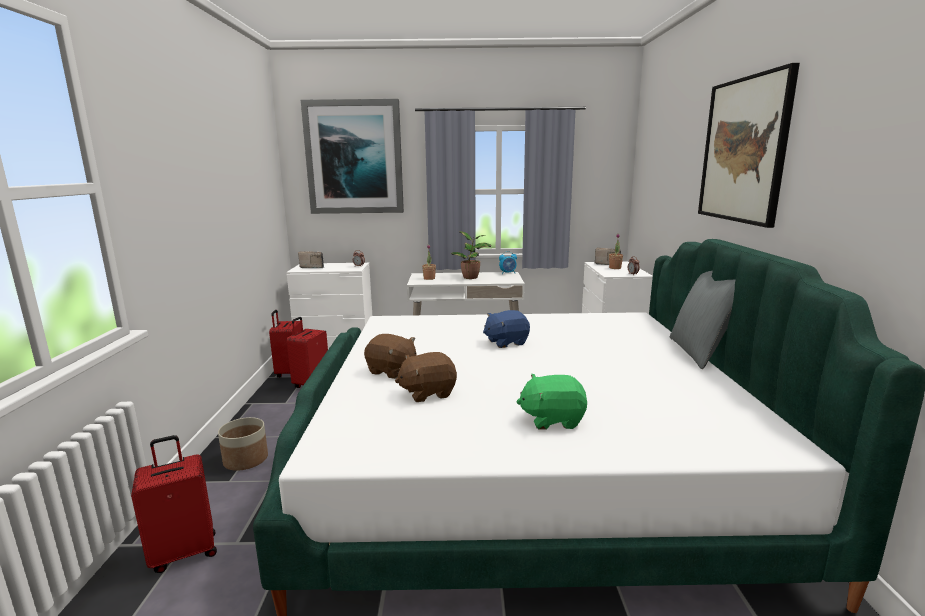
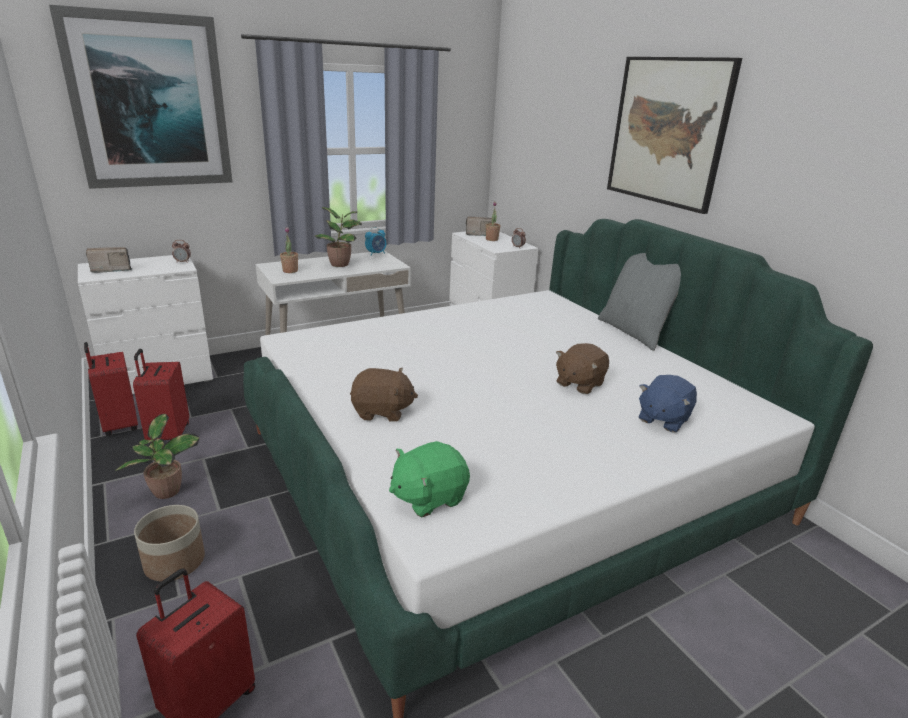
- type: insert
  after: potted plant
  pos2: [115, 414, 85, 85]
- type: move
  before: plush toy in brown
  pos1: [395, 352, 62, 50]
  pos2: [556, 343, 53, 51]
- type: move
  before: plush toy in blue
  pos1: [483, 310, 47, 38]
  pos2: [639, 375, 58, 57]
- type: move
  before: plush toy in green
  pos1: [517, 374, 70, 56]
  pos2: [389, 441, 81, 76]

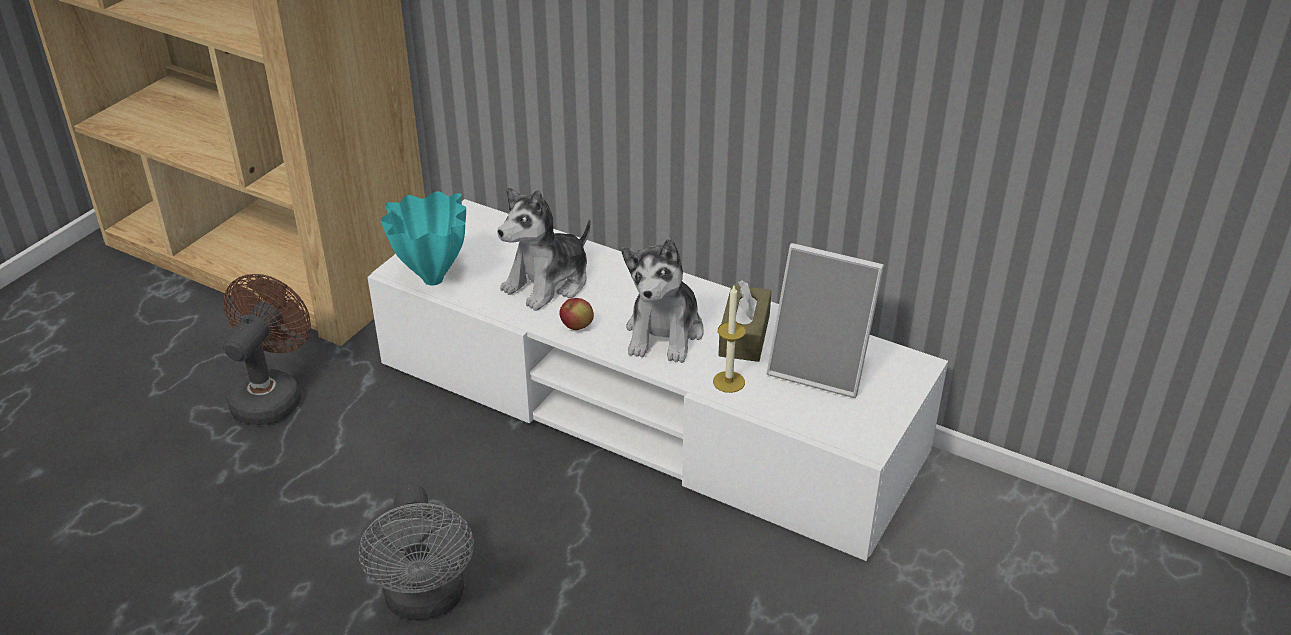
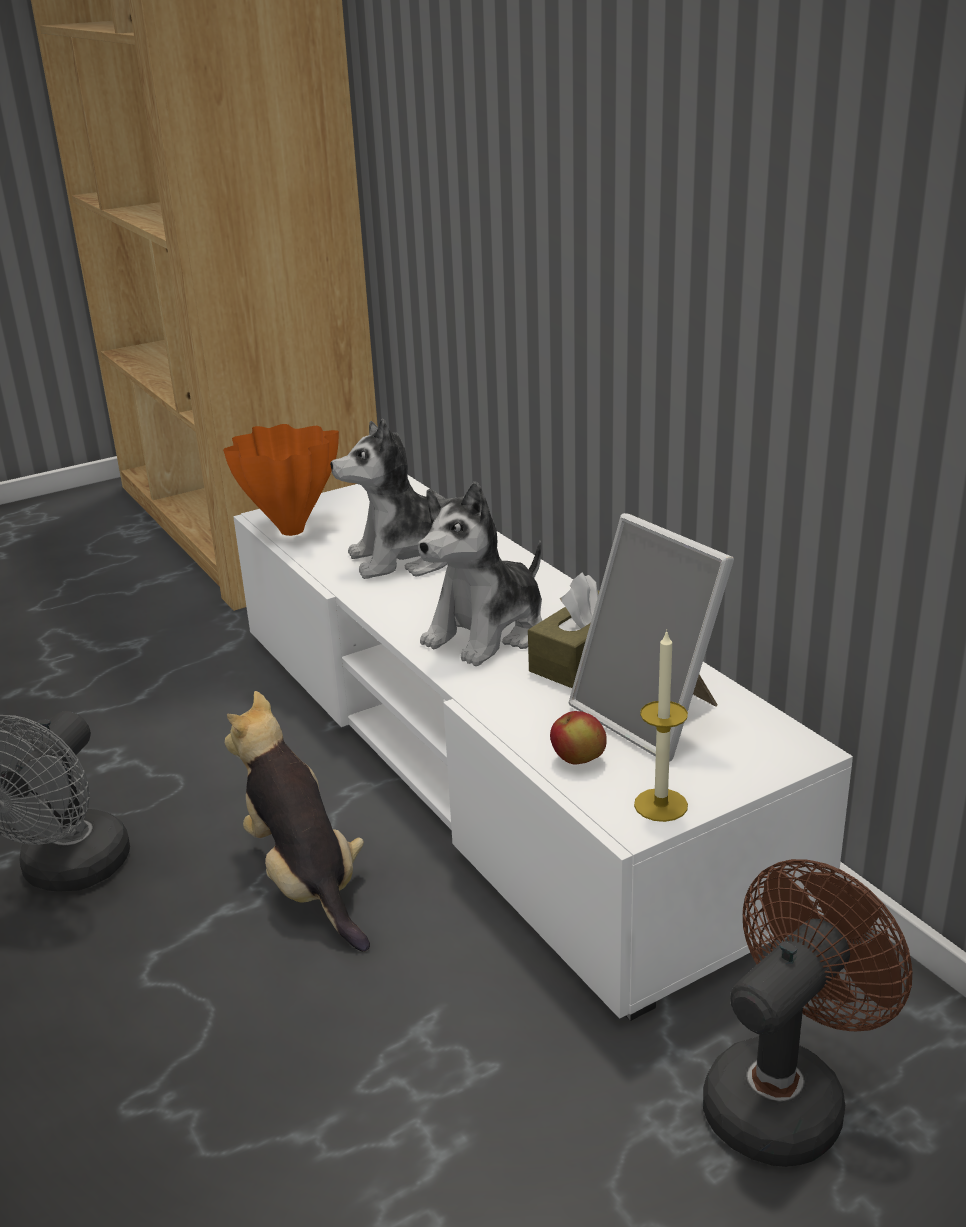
- type: insert
  after: plush toy
  pos2: [225, 691, 145, 261]
- type: move
  before: fan in brown
  pos1: [223, 274, 88, 151]
  pos2: [703, 859, 209, 308]
- type: move
  before: apple
  pos1: [559, 298, 35, 32]
  pos2: [550, 711, 57, 54]
- type: move
  before: candle
  pos1: [713, 286, 33, 107]
  pos2: [634, 629, 54, 193]
- type: recolor
  before: vase in turquoise
  after: vase in orange
  pos1: [381, 191, 85, 95]
  pos2: [223, 424, 116, 112]

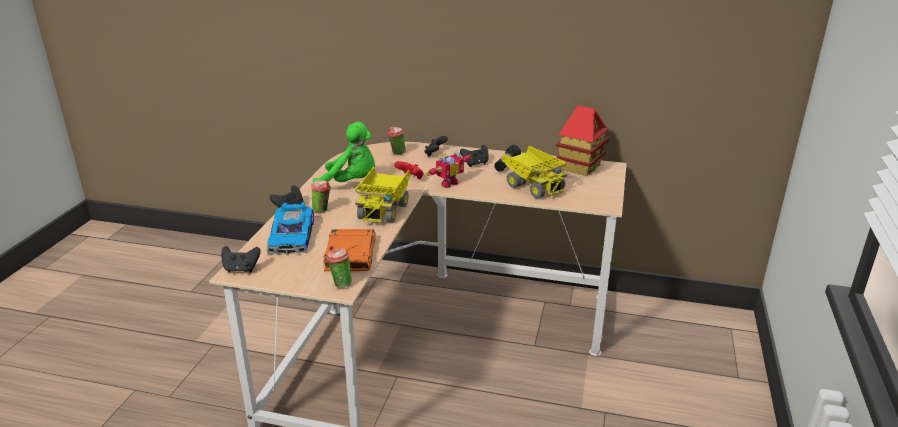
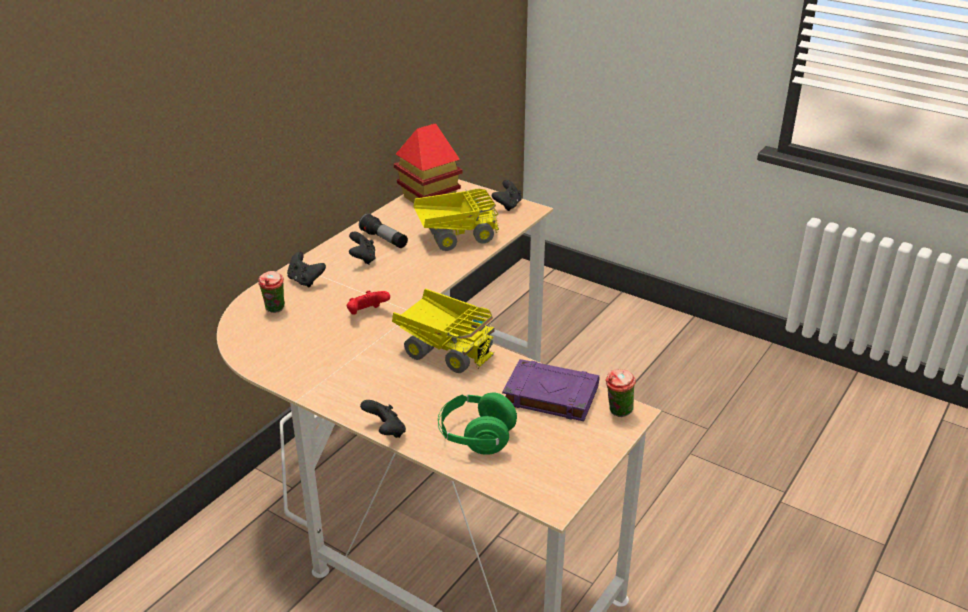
- type: delete
  before: cup
  pos1: [311, 180, 20, 32]
- type: delete
  before: plush toy in green
  pos1: [313, 122, 62, 60]
- type: delete
  before: toy robot
  pos1: [426, 150, 46, 38]
- type: move
  before: game controller in black
  pos1: [221, 246, 40, 27]
  pos2: [492, 180, 30, 31]
- type: replace
  before: toy car
  after: headphones in green
  pos1: [267, 202, 47, 53]
  pos2: [438, 393, 79, 62]
- type: recolor
  before: book in orange
  after: book in purple
  pos1: [323, 229, 53, 42]
  pos2: [502, 359, 97, 62]

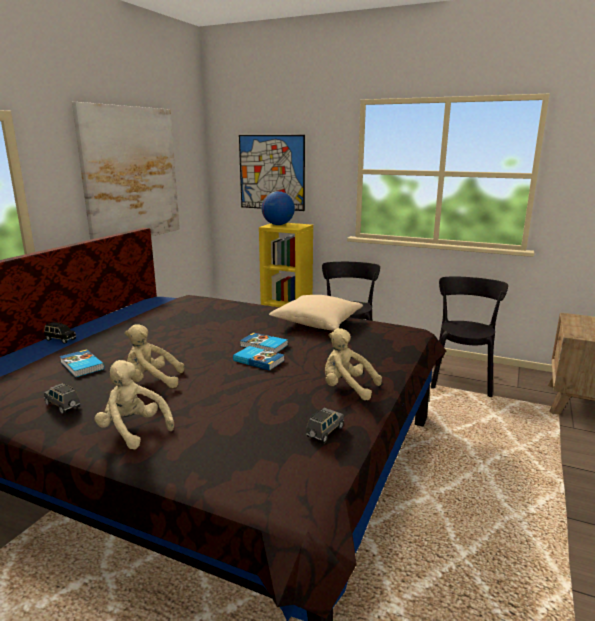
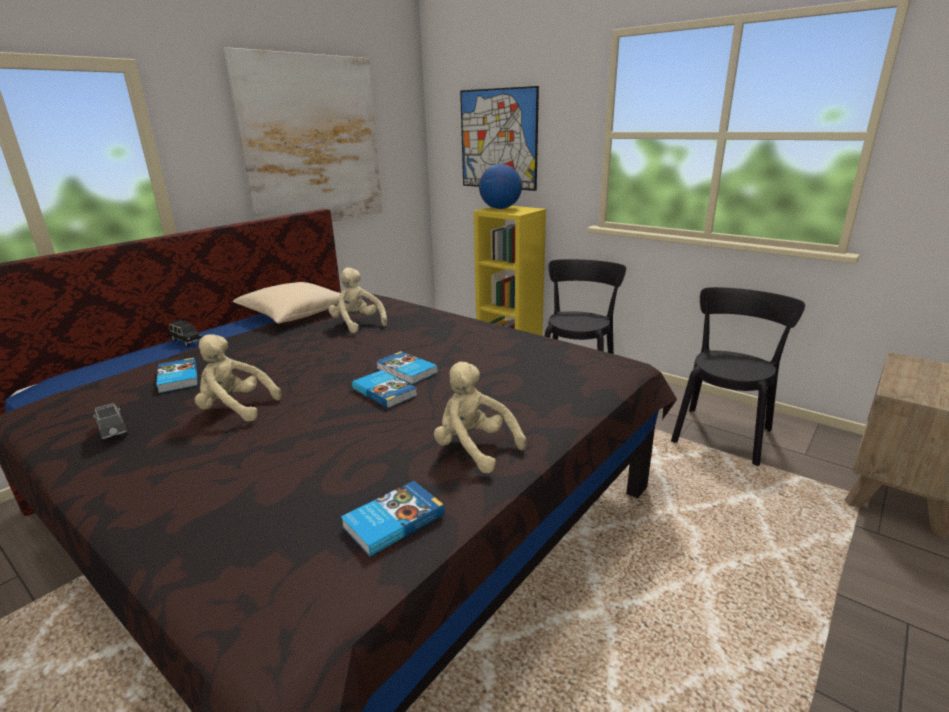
- type: move
  before: plush toy in beige
  pos1: [95, 360, 79, 89]
  pos2: [328, 267, 59, 66]
- type: move
  before: pillow in beige
  pos1: [269, 295, 94, 36]
  pos2: [233, 282, 108, 42]
- type: replace
  before: toy car in grey
  after: book
  pos1: [306, 408, 38, 35]
  pos2: [341, 481, 104, 75]

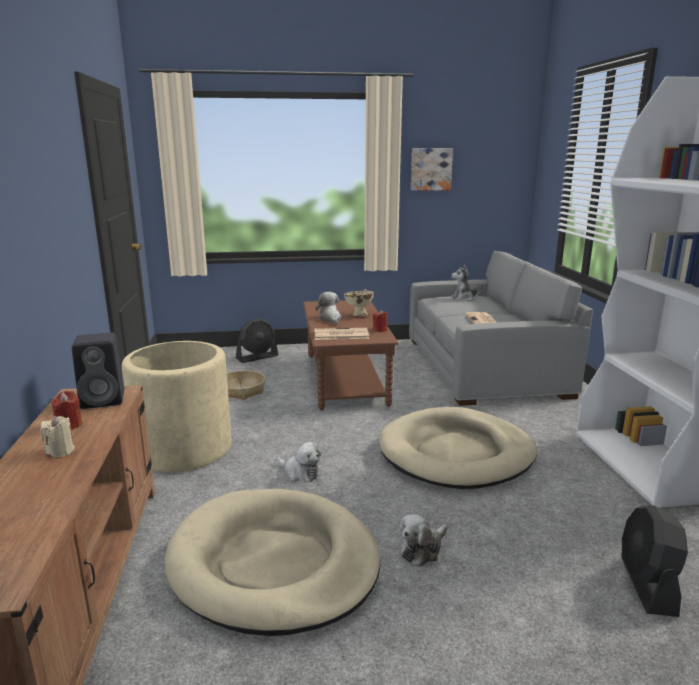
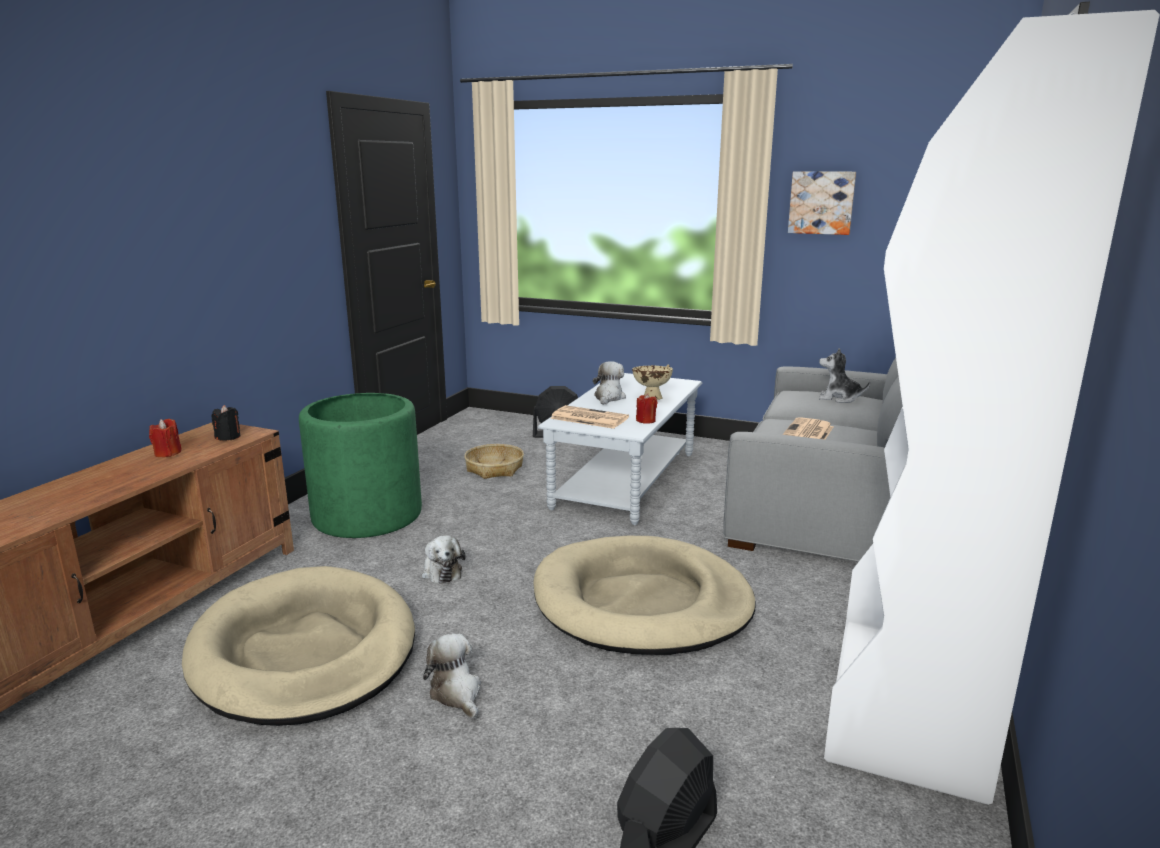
- type: delete
  before: candle in beige
  pos1: [41, 415, 34, 43]
- type: replace
  before: speaker in black
  after: candle in black
  pos1: [72, 332, 52, 77]
  pos2: [211, 405, 30, 36]
- type: recolor
  before: planter in beige
  after: planter in green
  pos1: [122, 341, 109, 131]
  pos2: [299, 393, 123, 145]
- type: recolor
  before: coffee table in brown
  after: coffee table in grey
  pos1: [303, 300, 95, 111]
  pos2: [538, 373, 164, 152]
- type: rotate
  before: plush toy
  pos1: [400, 514, 47, 53]
  pos2: [423, 634, 58, 84]
  turn: 75

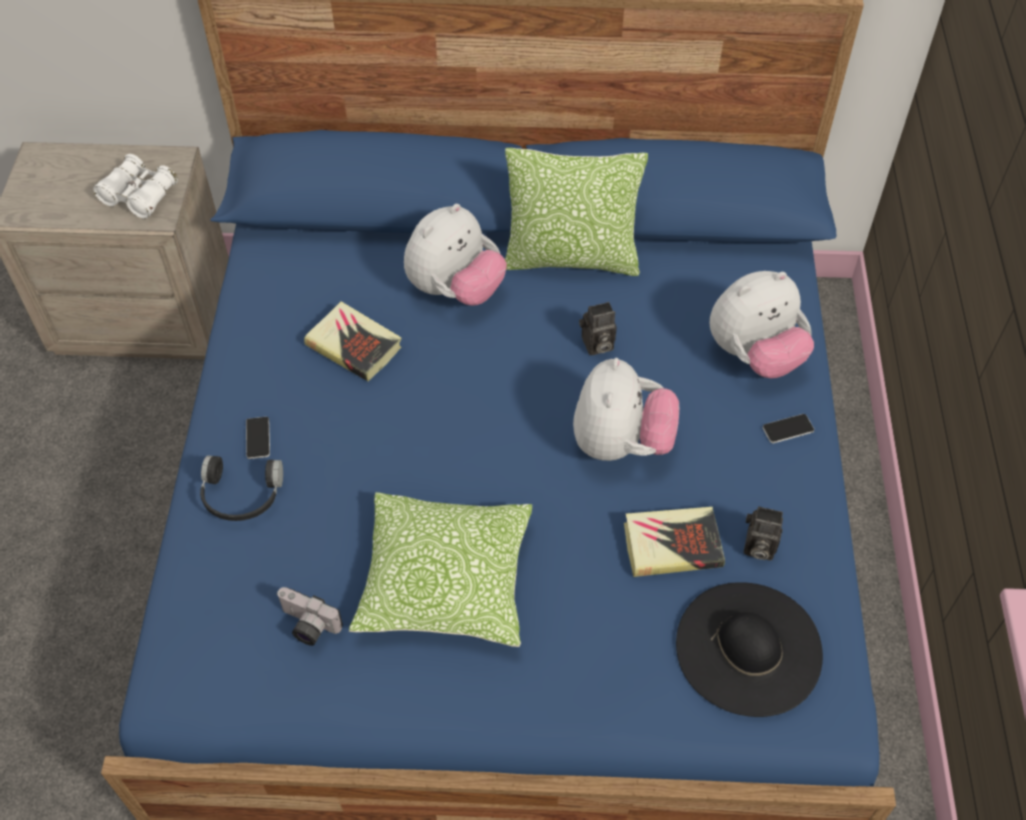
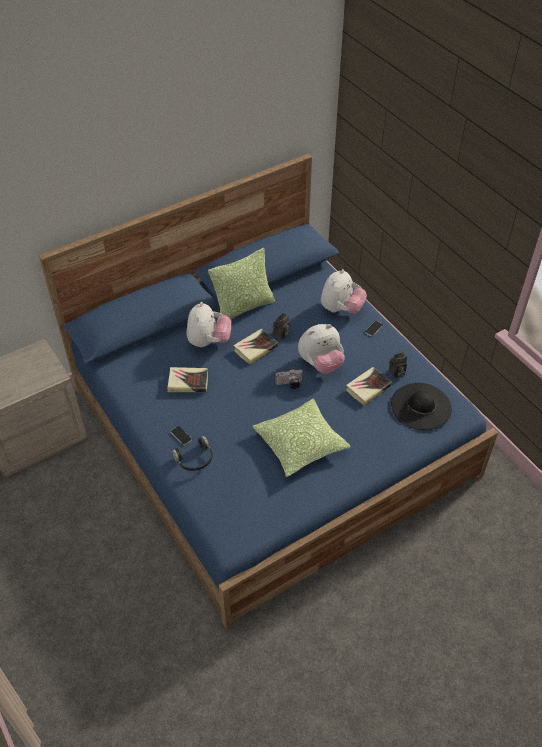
- type: delete
  before: binoculars in white
  pos1: [93, 154, 85, 65]
- type: insert
  after: book
  pos2: [234, 329, 44, 36]
- type: move
  before: photo camera
  pos1: [276, 587, 67, 59]
  pos2: [275, 369, 28, 20]
- type: rotate
  before: plush toy
  pos1: [573, 358, 106, 103]
  pos2: [298, 324, 47, 50]
  turn: 90

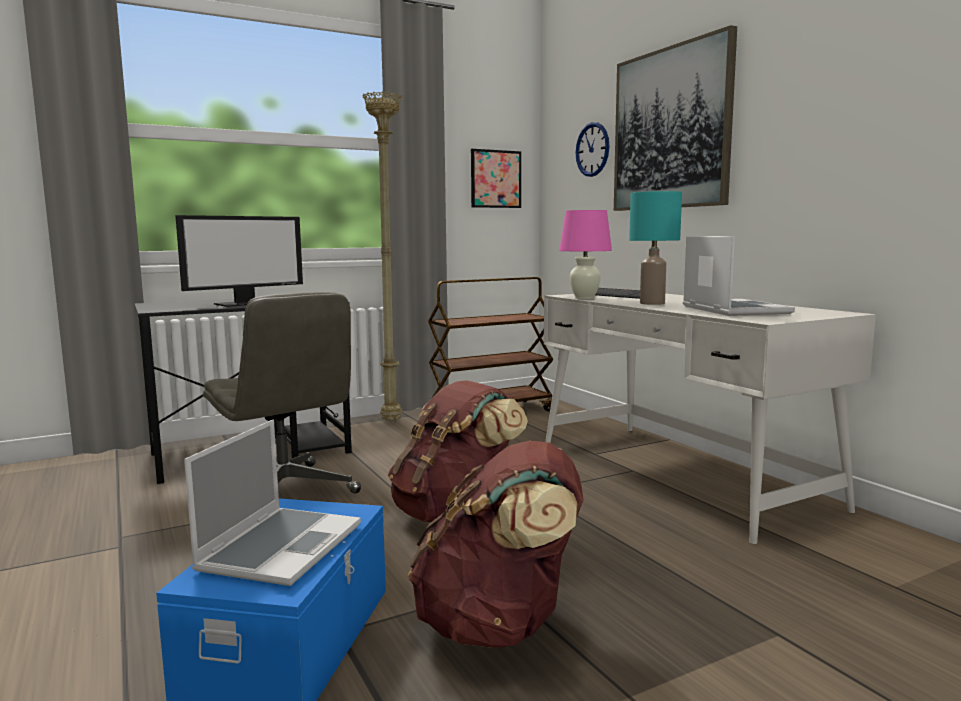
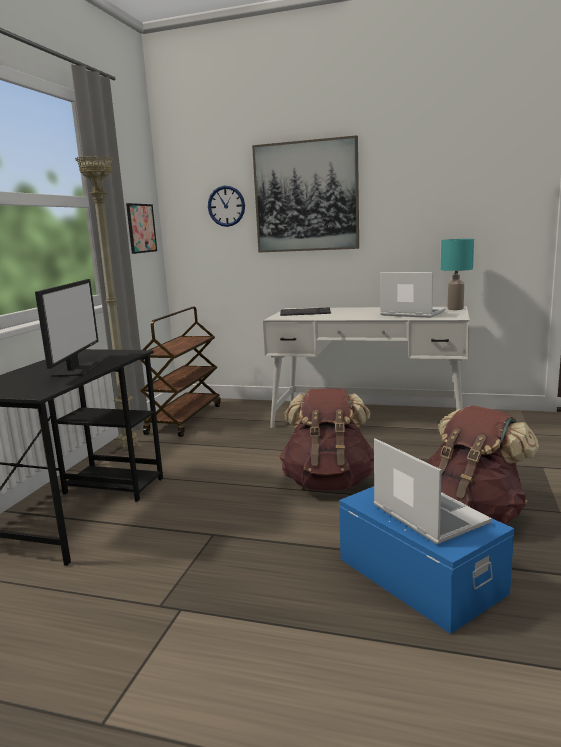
- type: delete
  before: office chair in grey
  pos1: [203, 292, 158, 201]
- type: delete
  before: table lamp in pink
  pos1: [559, 210, 53, 89]
- type: move
  before: table lamp in turquoise
  pos1: [629, 191, 53, 114]
  pos2: [441, 239, 33, 71]

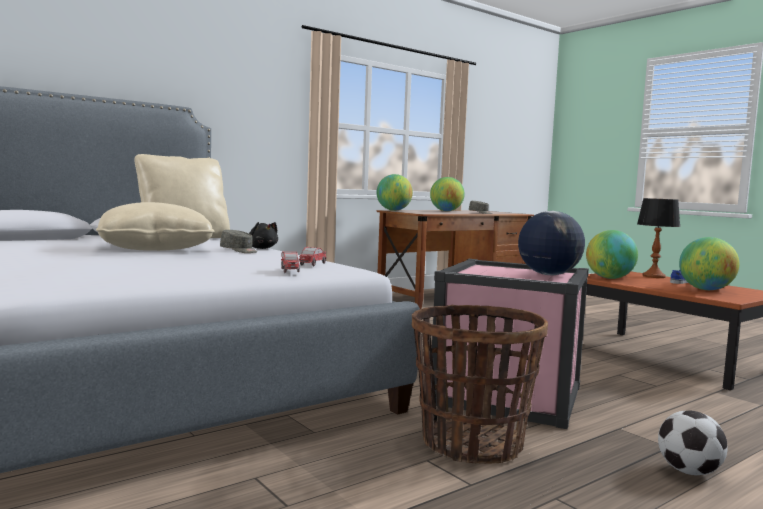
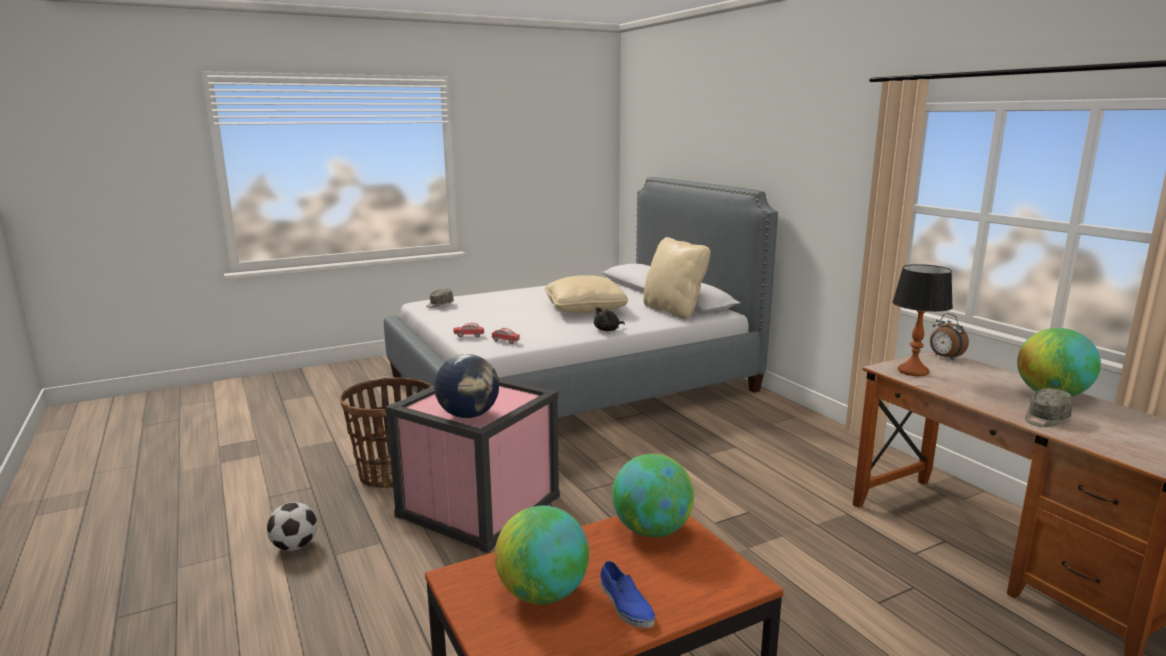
- type: move
  before: cap in grey
  pos1: [220, 230, 37, 23]
  pos2: [426, 289, 28, 19]
- type: move
  before: table lamp
  pos1: [637, 198, 43, 80]
  pos2: [893, 264, 60, 112]
- type: replace
  before: globe
  after: alarm clock
  pos1: [376, 174, 37, 37]
  pos2: [930, 313, 39, 47]

